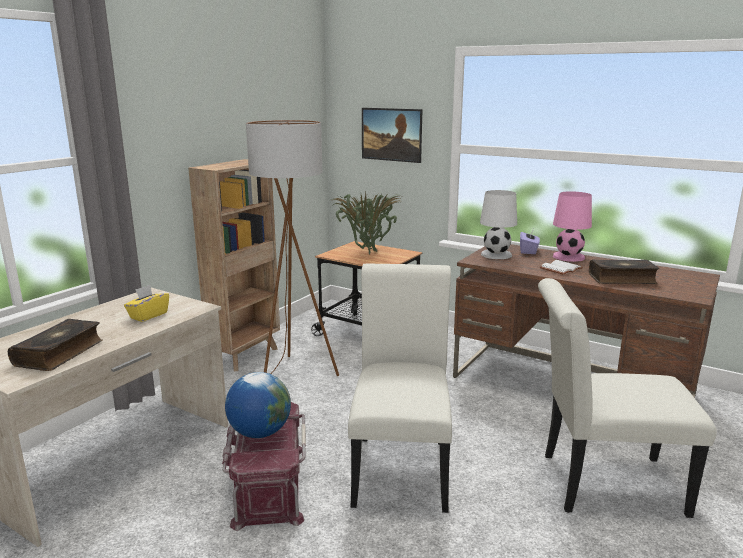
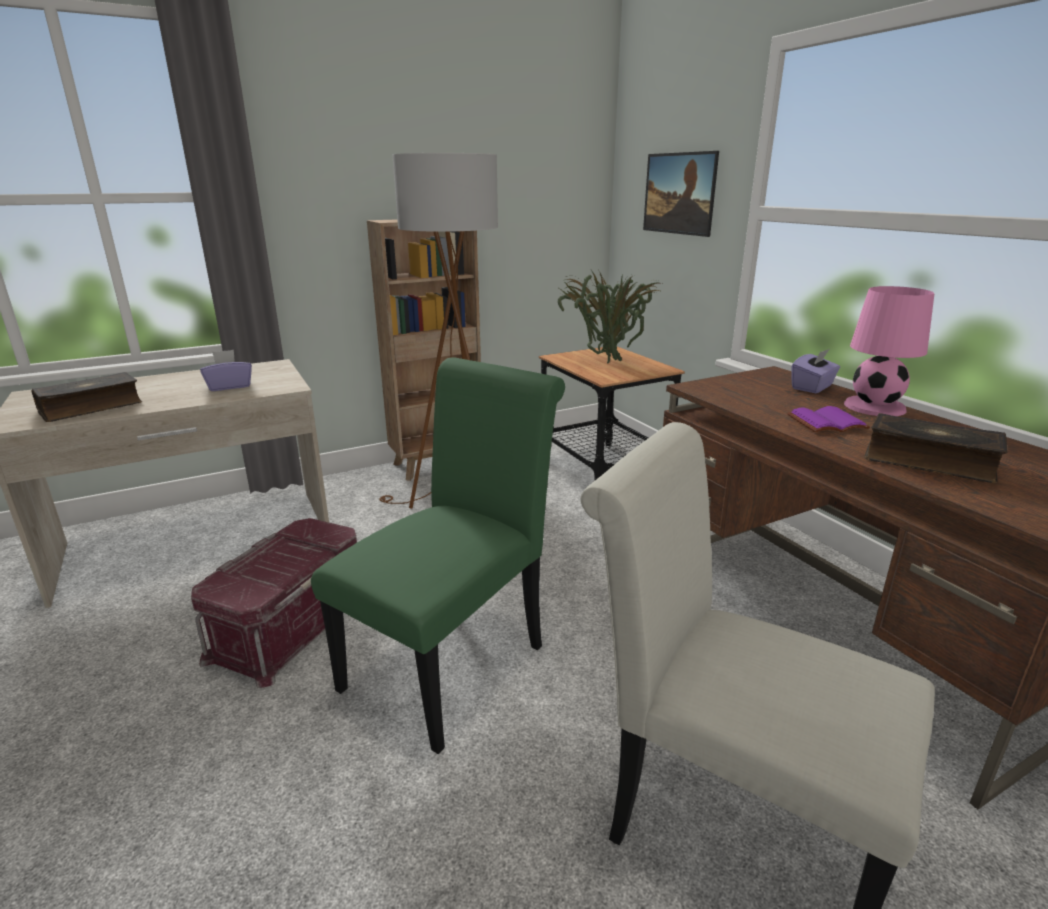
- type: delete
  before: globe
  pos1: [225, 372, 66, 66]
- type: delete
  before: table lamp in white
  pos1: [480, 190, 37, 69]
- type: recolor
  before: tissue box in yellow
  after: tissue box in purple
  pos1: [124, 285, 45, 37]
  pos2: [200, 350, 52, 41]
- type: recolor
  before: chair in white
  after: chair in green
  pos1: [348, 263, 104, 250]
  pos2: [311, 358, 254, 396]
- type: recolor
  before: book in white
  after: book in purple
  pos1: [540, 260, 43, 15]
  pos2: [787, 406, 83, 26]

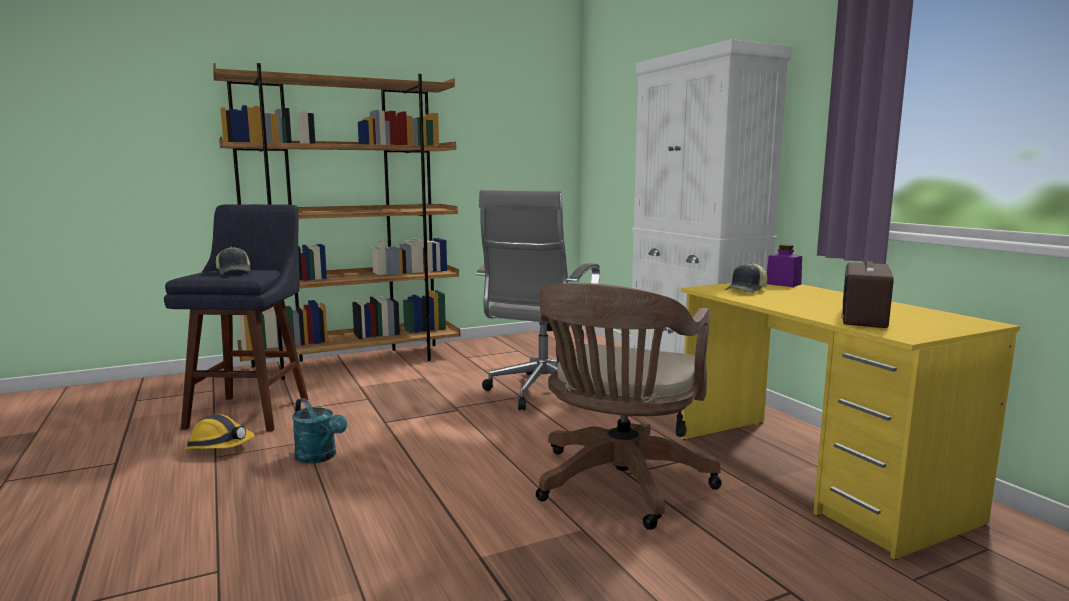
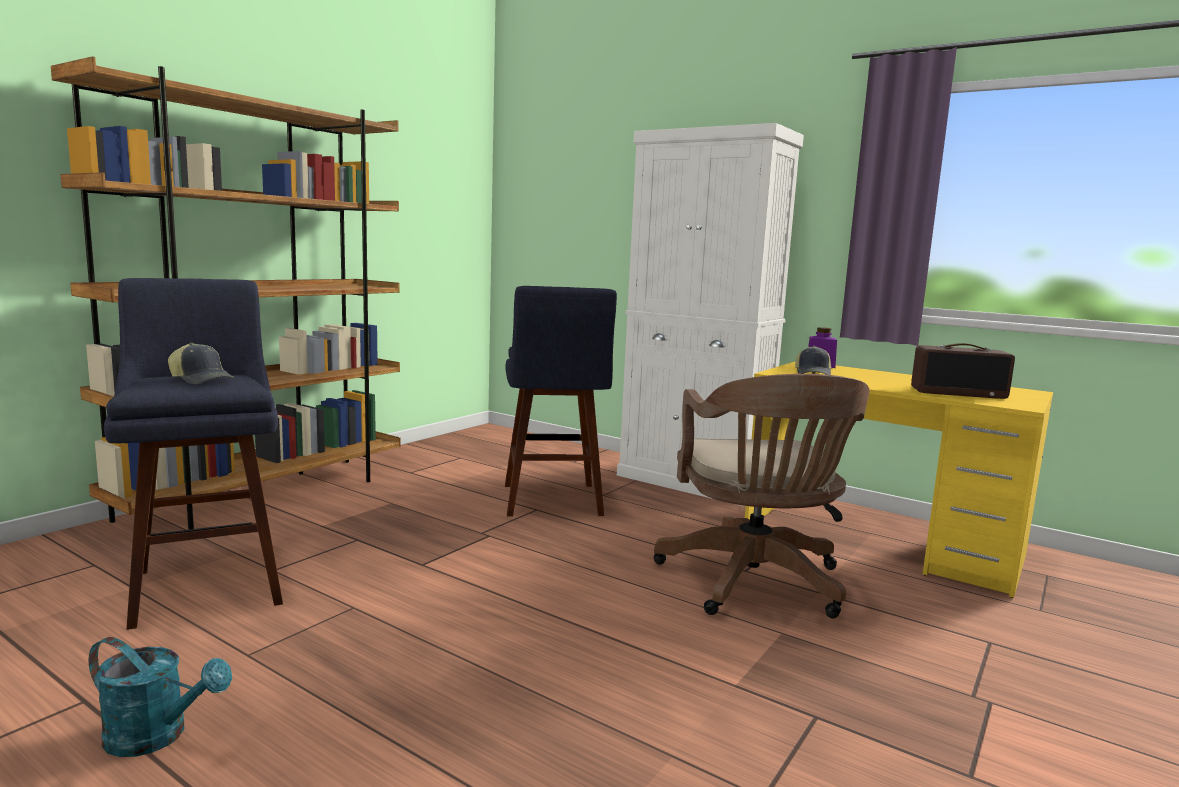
- type: delete
  before: hard hat
  pos1: [184, 414, 71, 35]
- type: move
  before: watering can in turquoise
  pos1: [292, 398, 55, 66]
  pos2: [89, 637, 143, 120]
- type: replace
  before: office chair in grey
  after: stool in blue
  pos1: [476, 190, 124, 220]
  pos2: [505, 286, 112, 231]
- type: rotate
  before: radio
  pos1: [841, 261, 53, 67]
  pos2: [911, 343, 104, 56]
  turn: -75

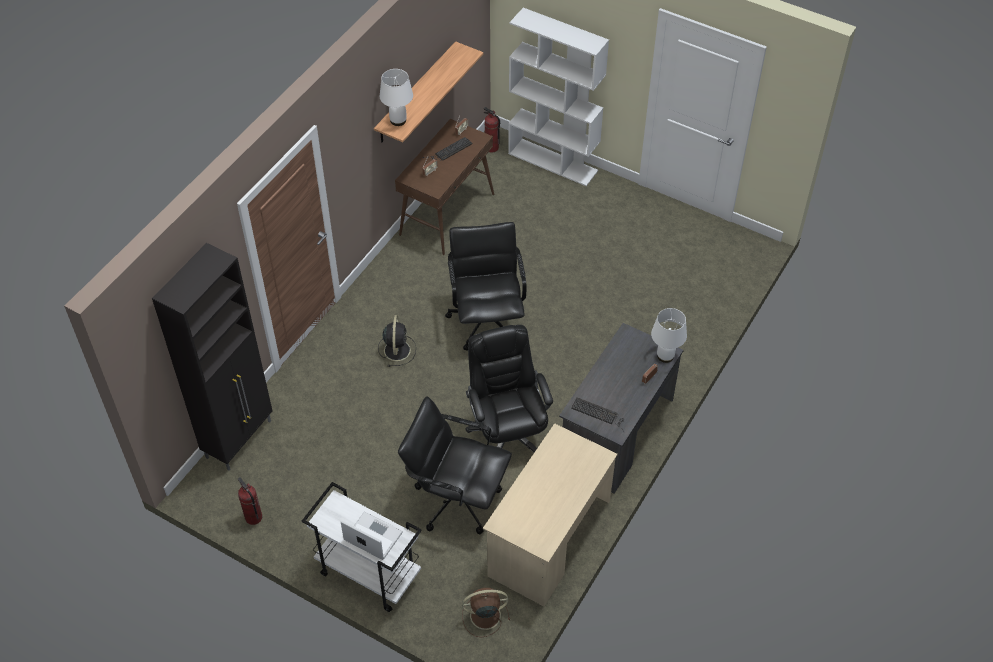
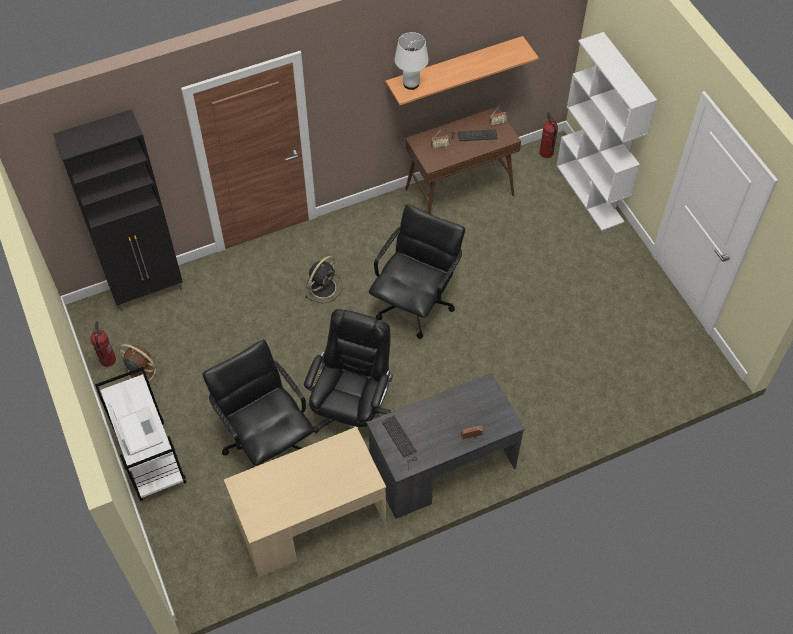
- type: delete
  before: table lamp in white
  pos1: [651, 308, 36, 55]
- type: move
  before: fan in brown
  pos1: [462, 588, 48, 49]
  pos2: [119, 344, 43, 41]

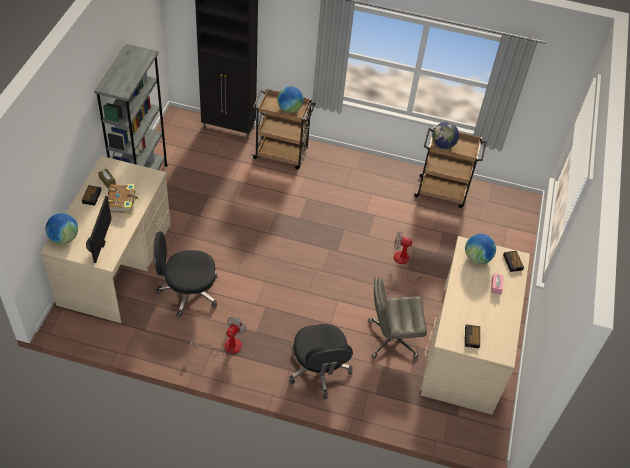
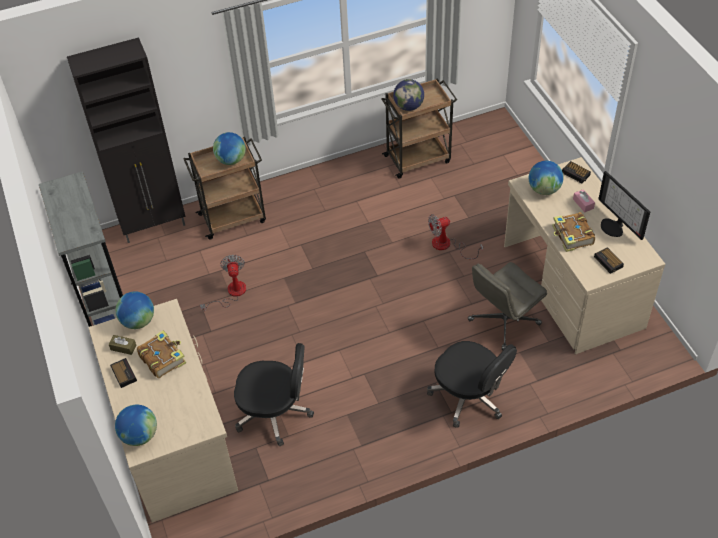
- type: insert
  after: globe
  pos2: [116, 291, 38, 38]
- type: insert
  after: book
  pos2: [552, 212, 43, 40]
- type: move
  before: monitor
  pos1: [86, 196, 26, 67]
  pos2: [598, 171, 52, 69]
- type: move
  before: fan
  pos1: [190, 317, 57, 39]
  pos2: [199, 255, 47, 56]
- type: rotate
  before: office chair in black
  pos1: [153, 232, 64, 86]
  pos2: [234, 343, 80, 103]
  turn: -135

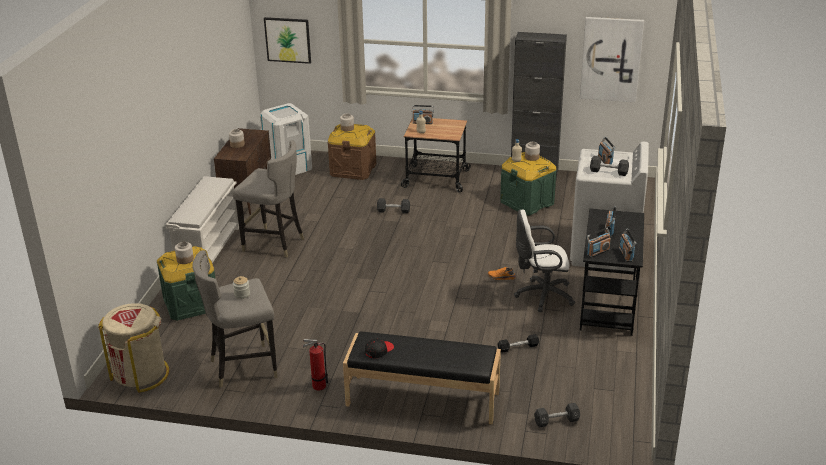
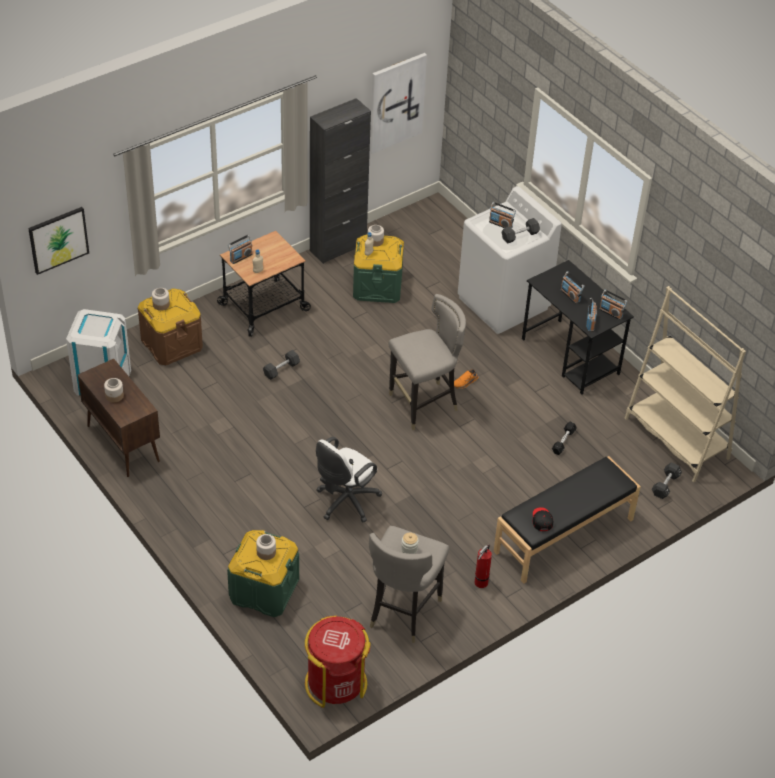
- type: delete
  before: shoe rack in white
  pos1: [166, 176, 73, 87]
- type: insert
  after: bookcase in beige
  pos2: [624, 286, 122, 196]
- type: move
  before: stool in grey
  pos1: [233, 140, 71, 118]
  pos2: [389, 294, 77, 136]
- type: move
  before: office chair in white
  pos1: [514, 209, 61, 103]
  pos2: [316, 437, 66, 86]
- type: recolor
  before: trash can in beige
  after: trash can in red
  pos1: [98, 303, 71, 90]
  pos2: [305, 615, 66, 93]

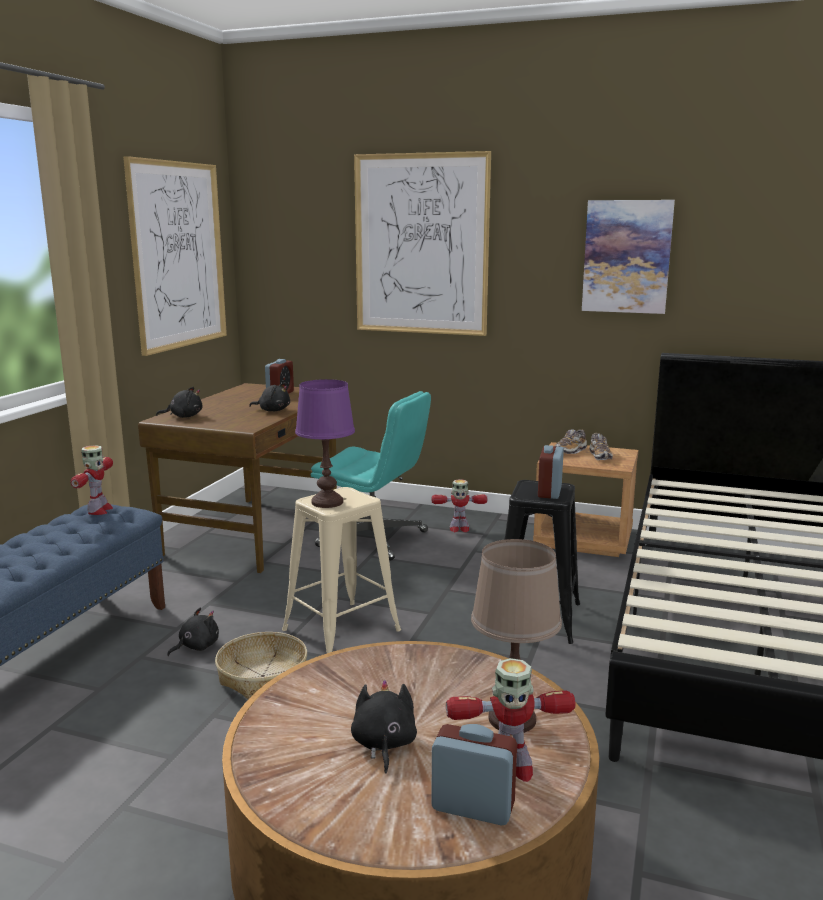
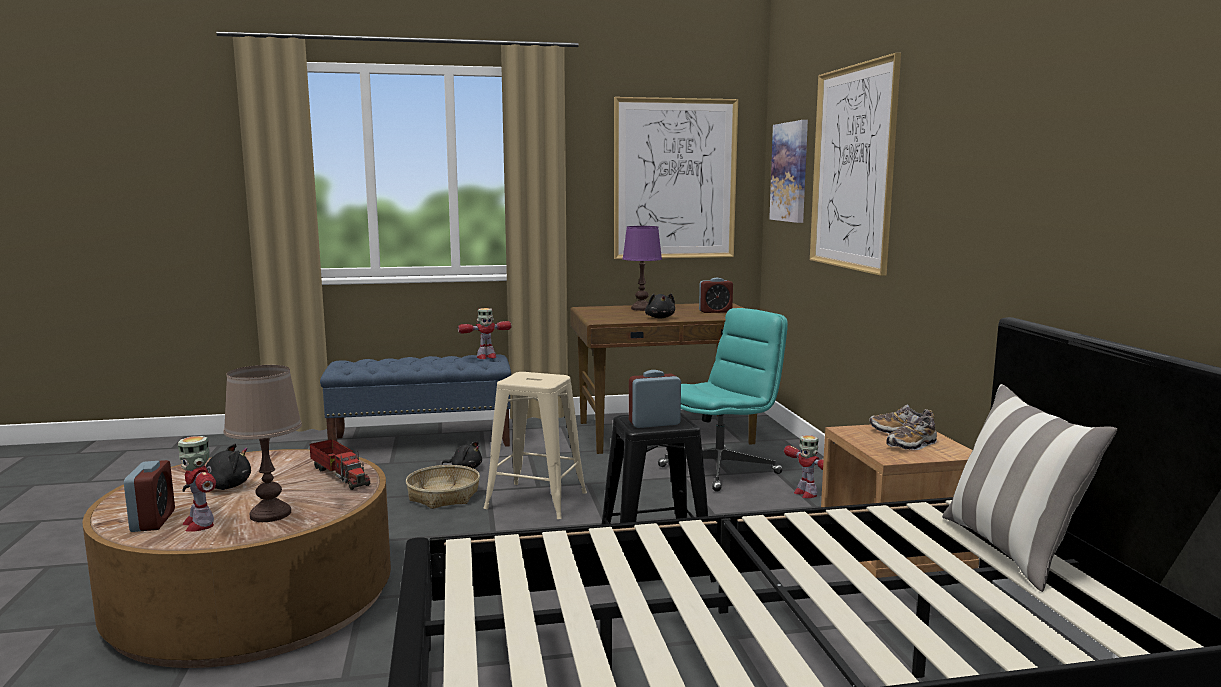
- type: delete
  before: plush toy in black
  pos1: [156, 387, 46, 31]
- type: insert
  after: toy truck
  pos2: [310, 439, 60, 51]
- type: insert
  after: pillow
  pos2: [942, 384, 175, 208]
- type: move
  before: table lamp in purple
  pos1: [295, 379, 60, 129]
  pos2: [622, 226, 40, 85]
- type: move
  before: picture
  pos1: [582, 200, 93, 114]
  pos2: [769, 120, 39, 103]
- type: rotate
  before: office chair in turquoise
  pos1: [311, 391, 120, 170]
  pos2: [658, 308, 130, 184]
  turn: -120

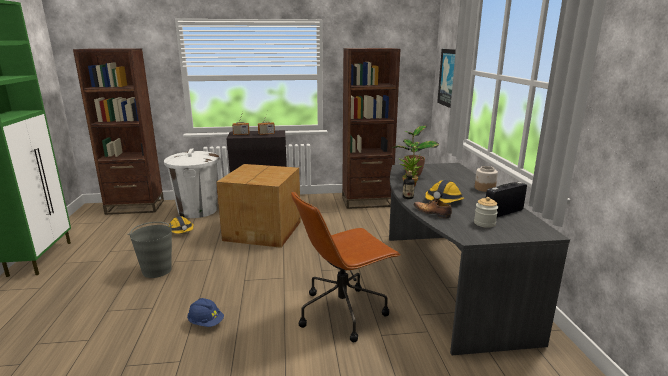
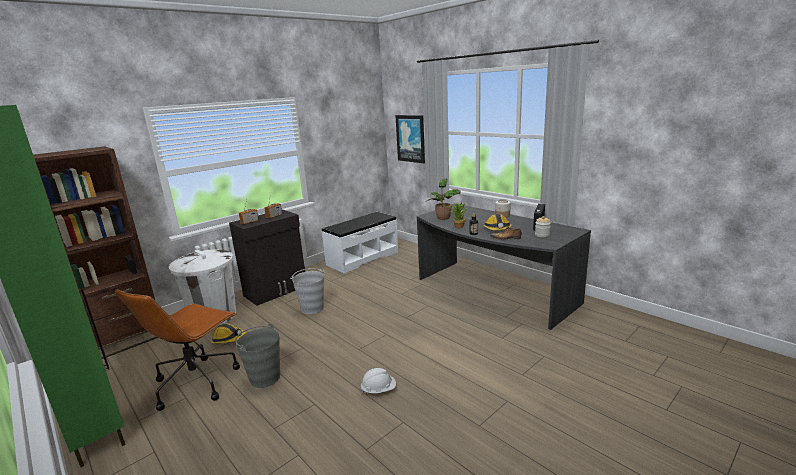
- type: move
  before: office chair in brown
  pos1: [291, 191, 110, 151]
  pos2: [115, 289, 125, 122]
- type: replace
  before: cardboard box
  after: bucket in grey
  pos1: [216, 164, 85, 84]
  pos2: [290, 268, 35, 46]
- type: replace
  before: bookcase in brown
  after: bench in white
  pos1: [342, 48, 58, 161]
  pos2: [321, 212, 78, 62]
- type: recolor
  before: hard hat in blue
  after: hard hat in white
  pos1: [187, 298, 37, 29]
  pos2: [361, 368, 35, 25]

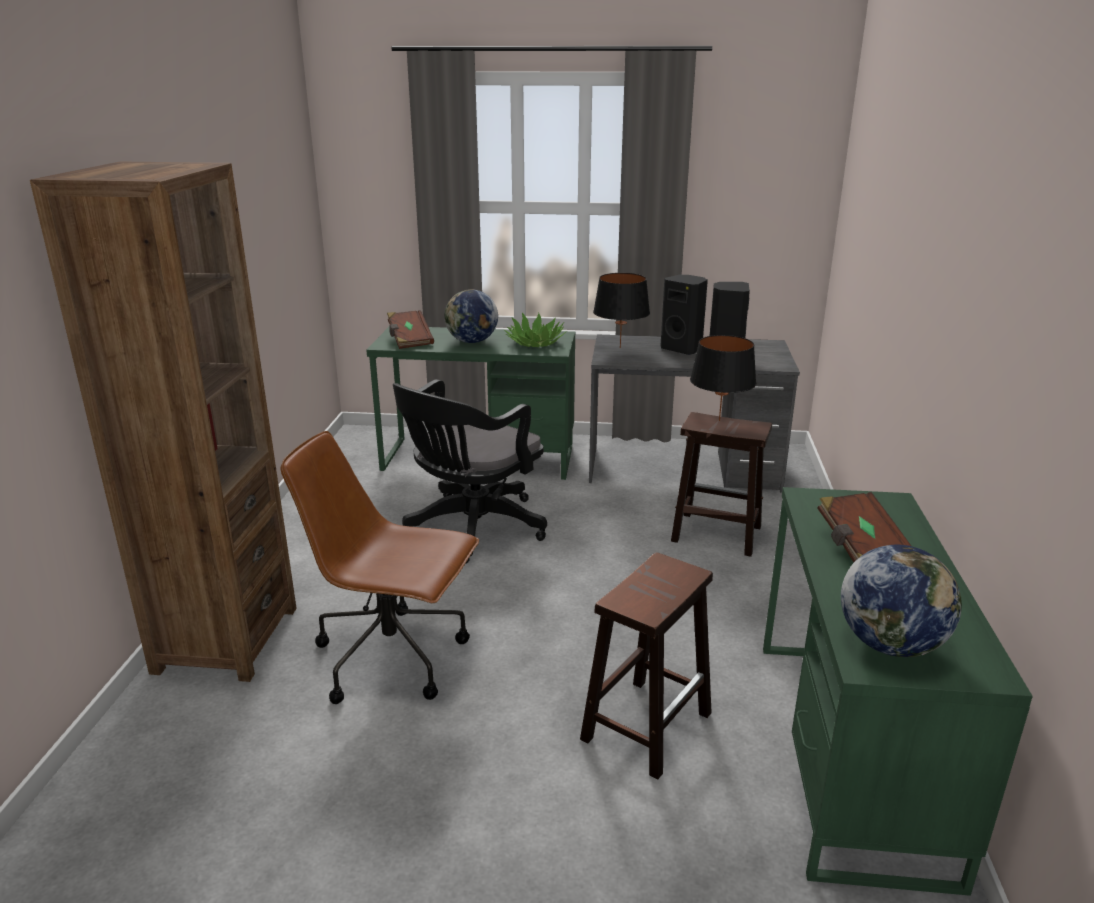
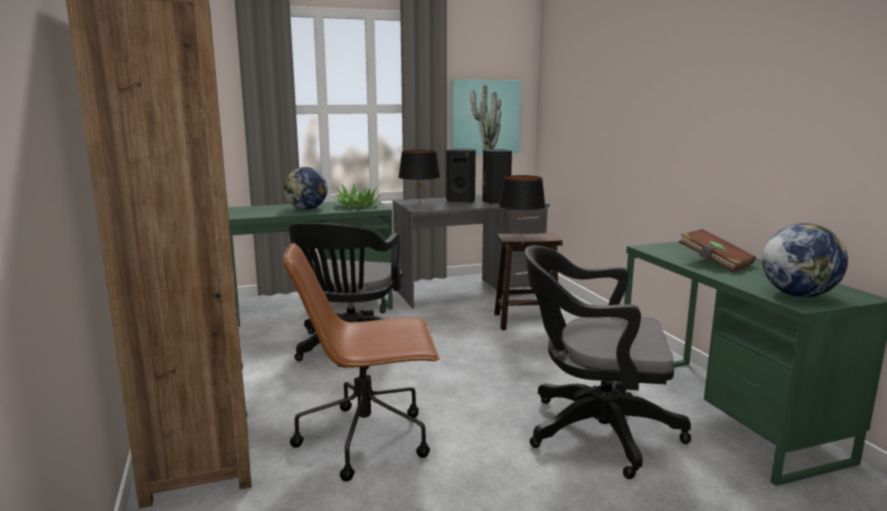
- type: delete
  before: book in brown
  pos1: [387, 310, 47, 39]
- type: insert
  after: picture
  pos2: [451, 80, 70, 75]
- type: replace
  before: stool in brown
  after: office chair in black
  pos1: [580, 552, 133, 228]
  pos2: [525, 245, 166, 234]

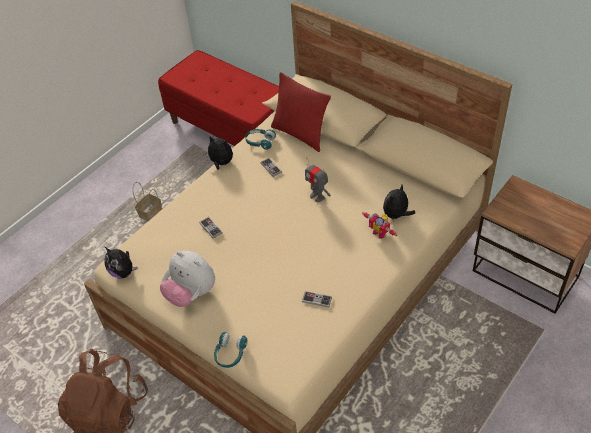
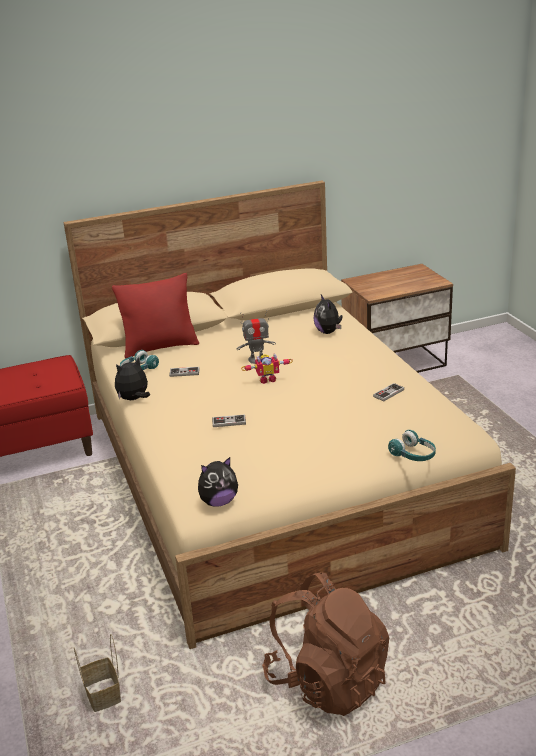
- type: delete
  before: plush toy
  pos1: [160, 251, 55, 56]
- type: move
  before: basket
  pos1: [133, 182, 29, 39]
  pos2: [74, 634, 47, 78]
- type: move
  before: toy robot
  pos1: [362, 212, 35, 27]
  pos2: [241, 353, 52, 31]

